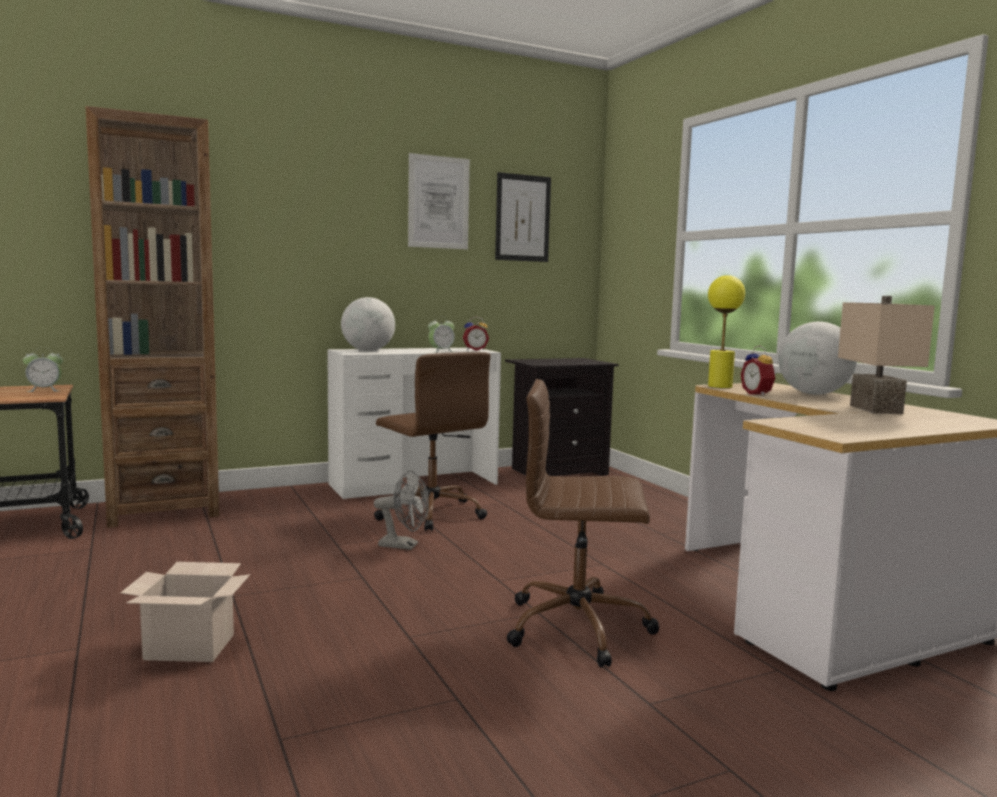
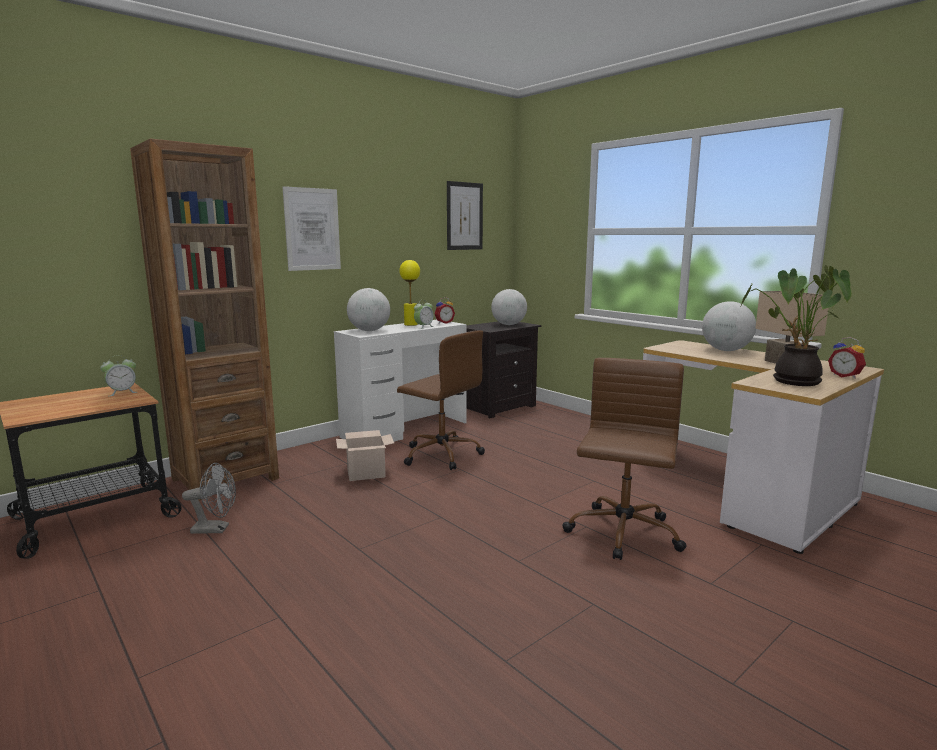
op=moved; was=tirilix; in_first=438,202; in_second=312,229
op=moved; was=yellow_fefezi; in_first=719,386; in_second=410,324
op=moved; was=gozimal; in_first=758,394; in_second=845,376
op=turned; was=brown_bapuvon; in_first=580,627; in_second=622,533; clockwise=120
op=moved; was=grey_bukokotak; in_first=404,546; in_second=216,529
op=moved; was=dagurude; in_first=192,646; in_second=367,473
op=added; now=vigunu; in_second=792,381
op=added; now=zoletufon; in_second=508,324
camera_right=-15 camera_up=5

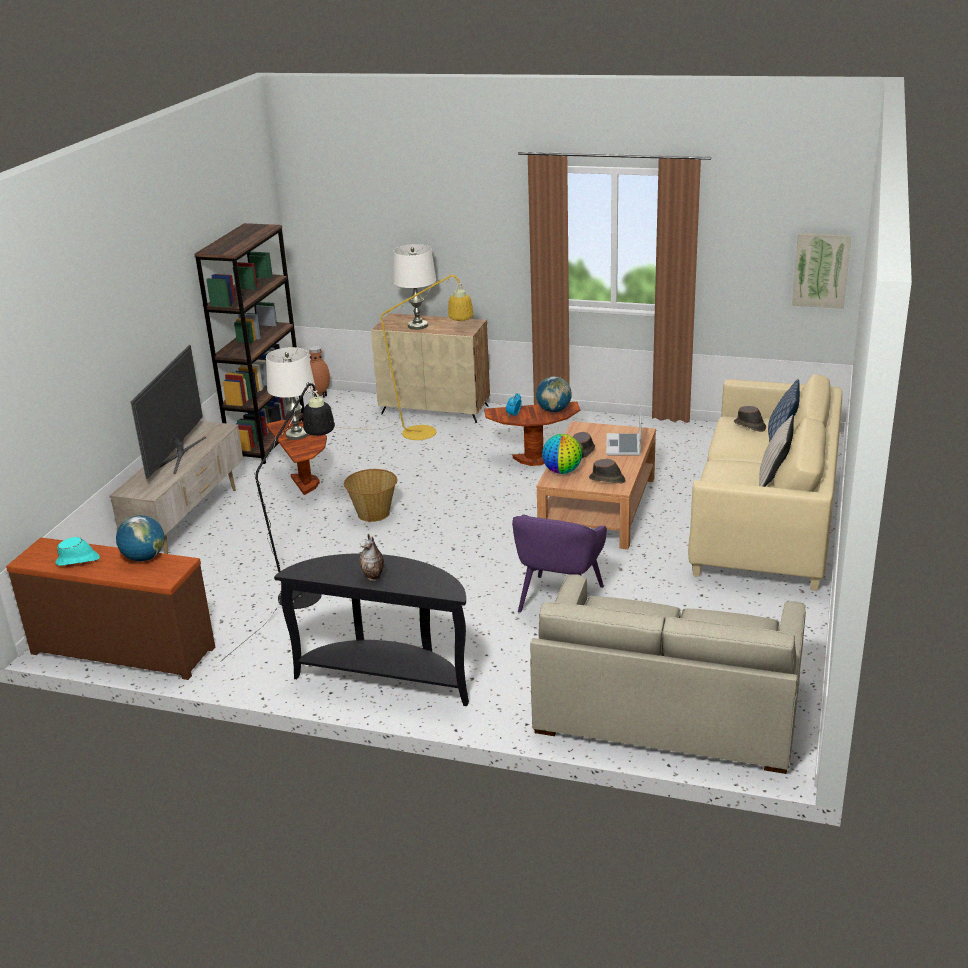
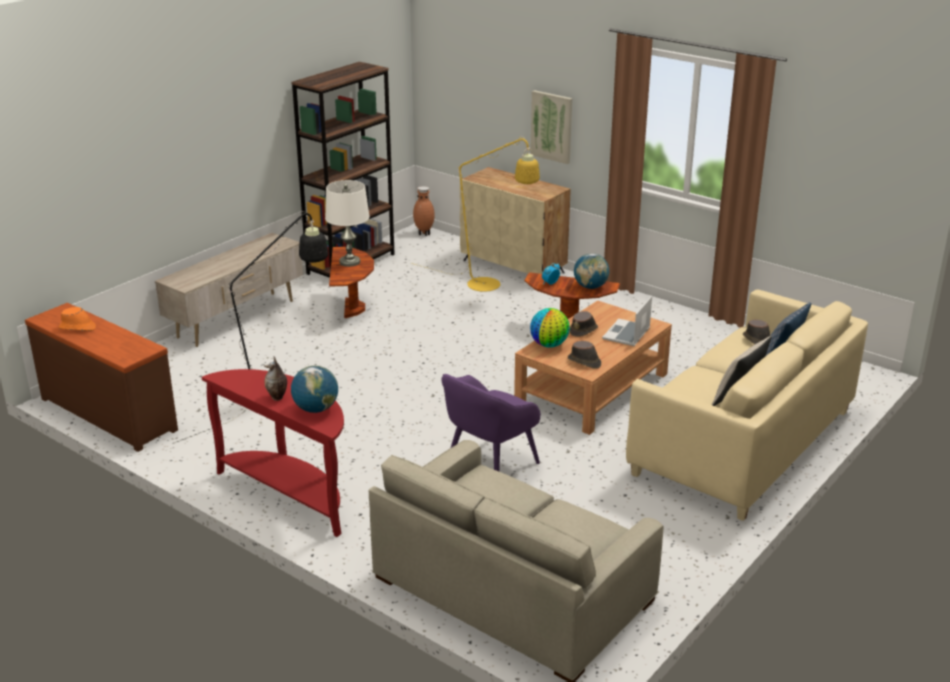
op=moved; was=tirilix; in_first=821,270; in_second=552,126
op=removed; was=white_fefezi; in_first=418,326
op=removed; was=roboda; in_first=178,454
op=removed; was=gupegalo; in_first=373,514
op=moved; was=zoletufon; in_first=144,558; in_second=316,409
op=recoloured; was=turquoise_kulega; now=orange_kulega; in_first=78,560; in_second=77,328
op=recoloured; was=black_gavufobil; now=red_gavufobil; in_first=387,677; in_second=291,493
camera_right=20 camera_up=0

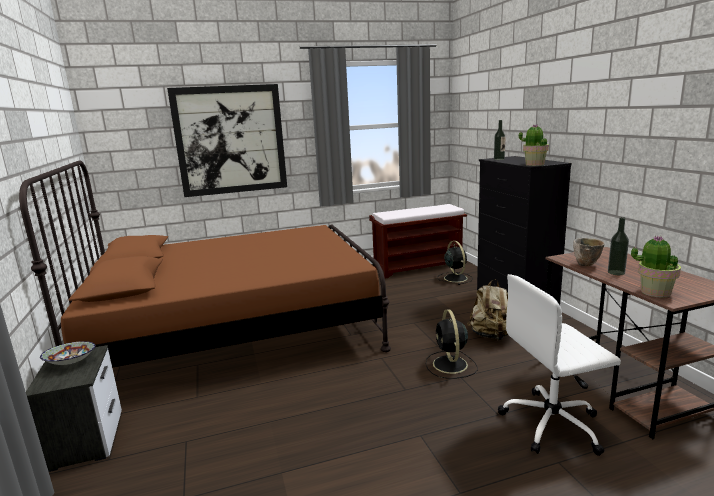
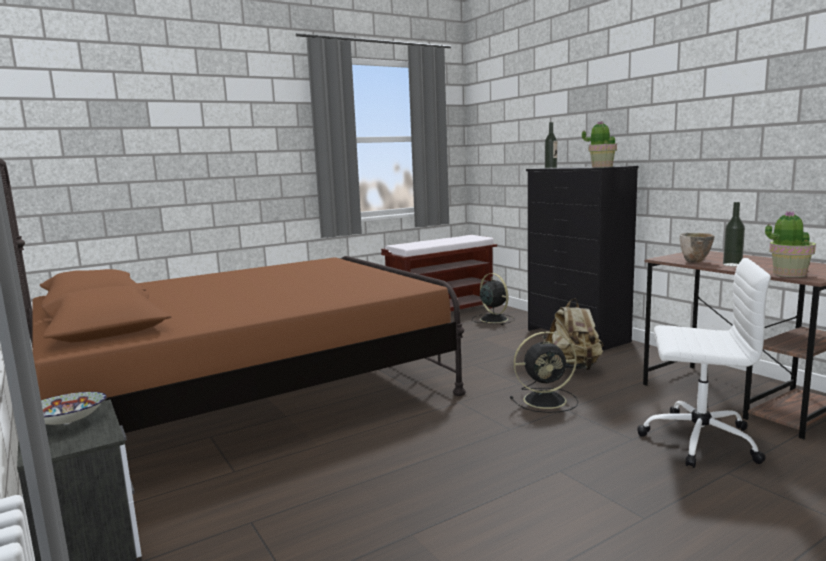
op=removed; was=tirilix; in_first=230,140
op=turned; was=white_bapuvon; in_first=553,424; in_second=697,439; clockwise=-135
op=turned; was=black_bukokotak; in_first=450,365; in_second=546,400; clockwise=-75
camera_right=-15 camera_up=-5

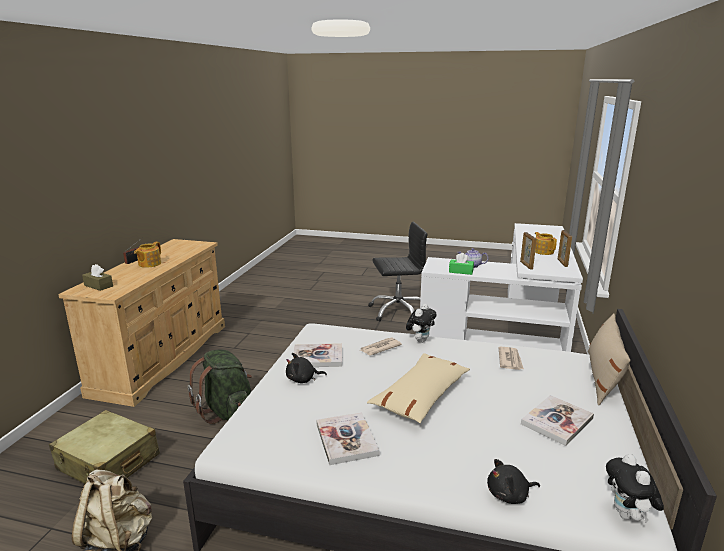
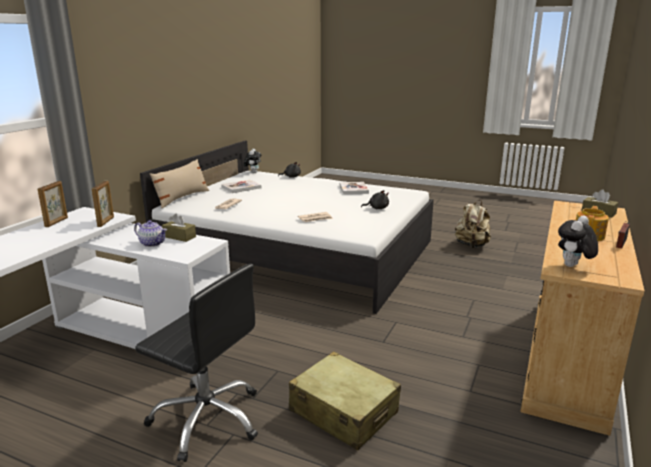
op=turned; was=black_bapuvon; in_first=398,311; in_second=207,418; clockwise=-150
op=removed; was=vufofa; in_first=543,251
op=recoloured; was=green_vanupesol; now=brown_vanupesol; in_first=461,271; in_second=179,237
op=moved; was=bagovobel; in_first=420,340; in_second=573,266
op=removed; was=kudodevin; in_first=317,357
op=removed; was=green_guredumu; in_first=227,412
op=removed; was=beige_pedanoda; in_first=421,396
op=moved; was=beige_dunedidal; in_first=108,462; in_second=343,412
camera_right=-170 camera_up=0

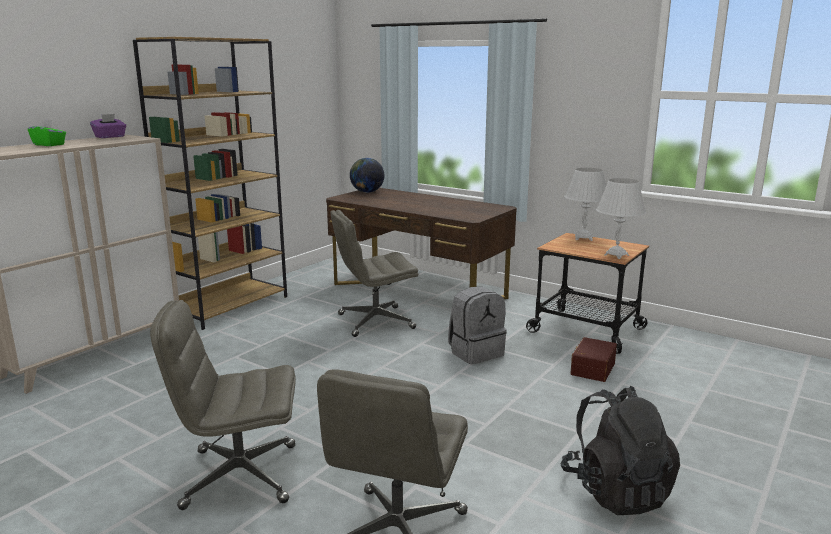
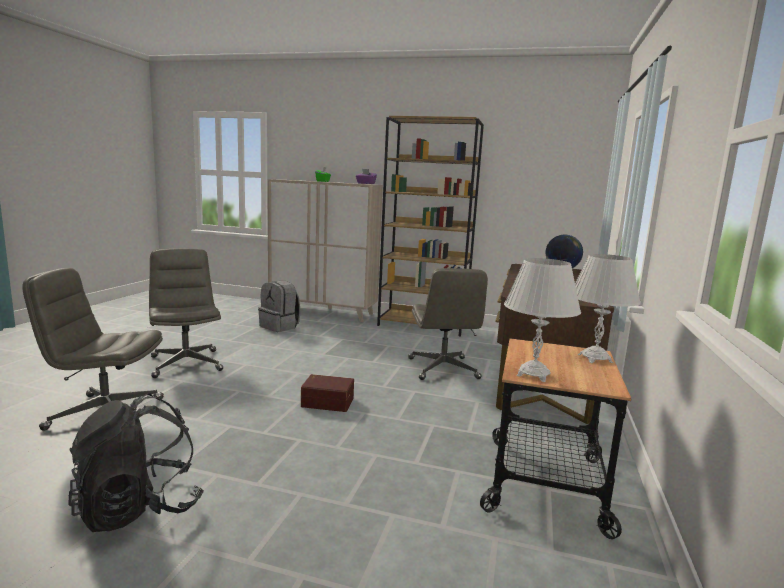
op=turned; was=grey_bapuvon; in_first=375,322; in_second=443,369; clockwise=-150
op=moved; was=grey_guredumu; in_first=475,352; in_second=280,326
op=moved; was=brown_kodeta; in_first=591,368; in_second=327,401
camera_right=70 camera_up=-5

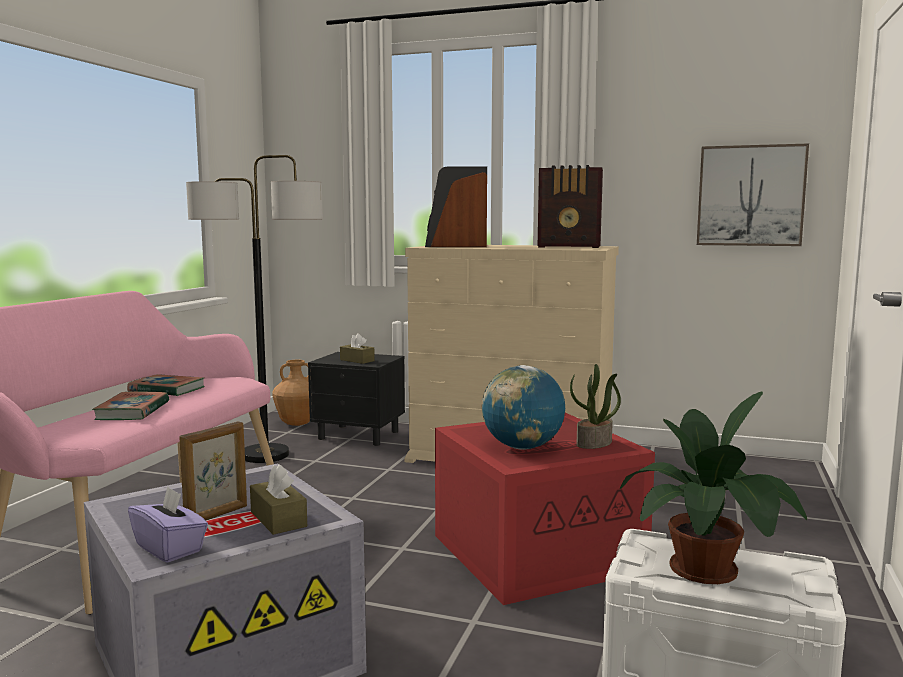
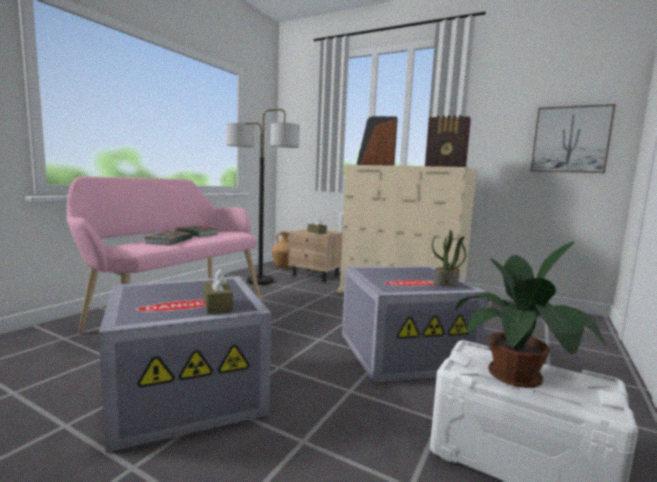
op=recoloured; was=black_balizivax; now=beige_balizivax; in_first=359,435; in_second=316,276
op=removed; was=zoletufon; in_first=522,447
op=recoloured; was=red_kodeta; now=grey_kodeta; in_first=537,551; in_second=404,351
op=removed; was=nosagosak; in_first=217,515
op=removed; was=purple_vanupesol; in_first=170,548
camera_right=10 camera_up=0

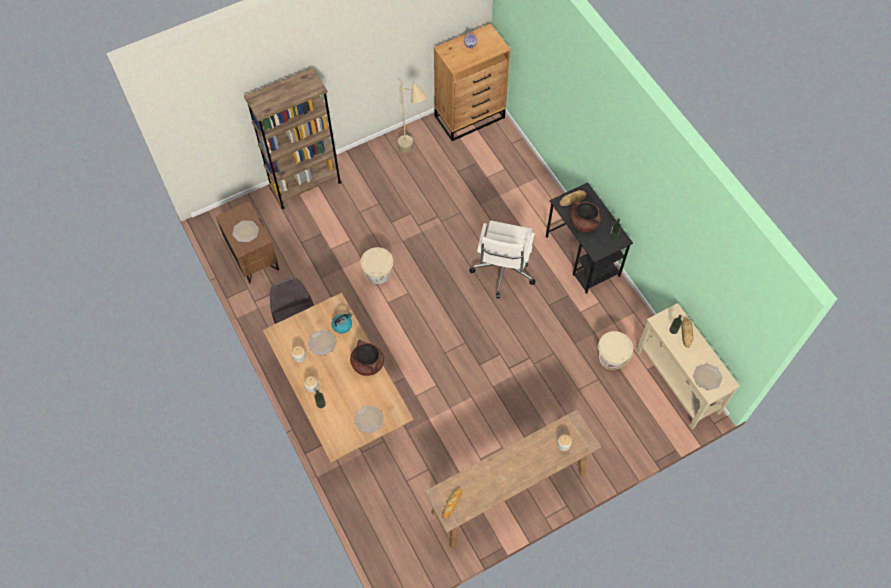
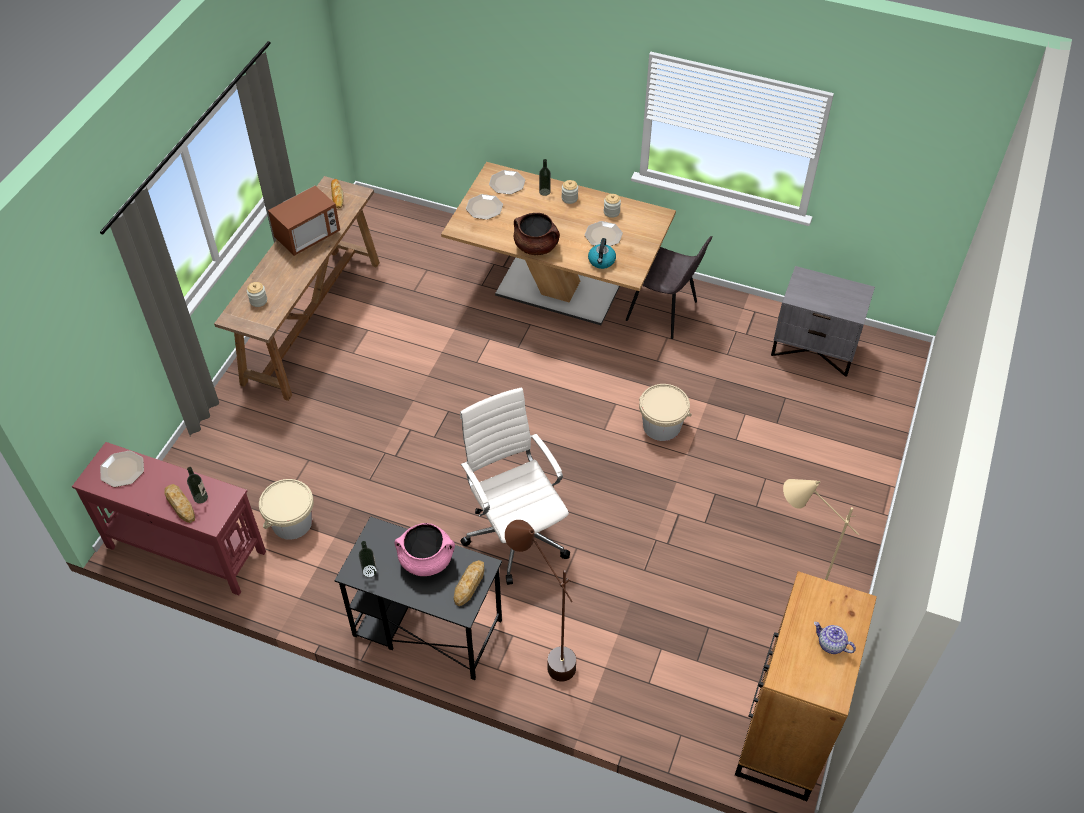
op=removed; was=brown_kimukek; in_first=305,185
op=recoloured; was=brown_balizivax; now=grey_balizivax; in_first=253,257; in_second=814,348
op=recoloured; was=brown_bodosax; now=pink_bodosax; in_first=583,223; in_second=426,560
op=moved; was=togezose; in_first=245,231; in_second=507,183
op=recoloured; was=beige_gavufobil; now=red_gavufobil; in_first=677,382; in_second=185,548
op=added; now=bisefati; in_second=308,236
op=added; now=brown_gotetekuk; in_second=543,654
camera_right=140 camera_up=-10

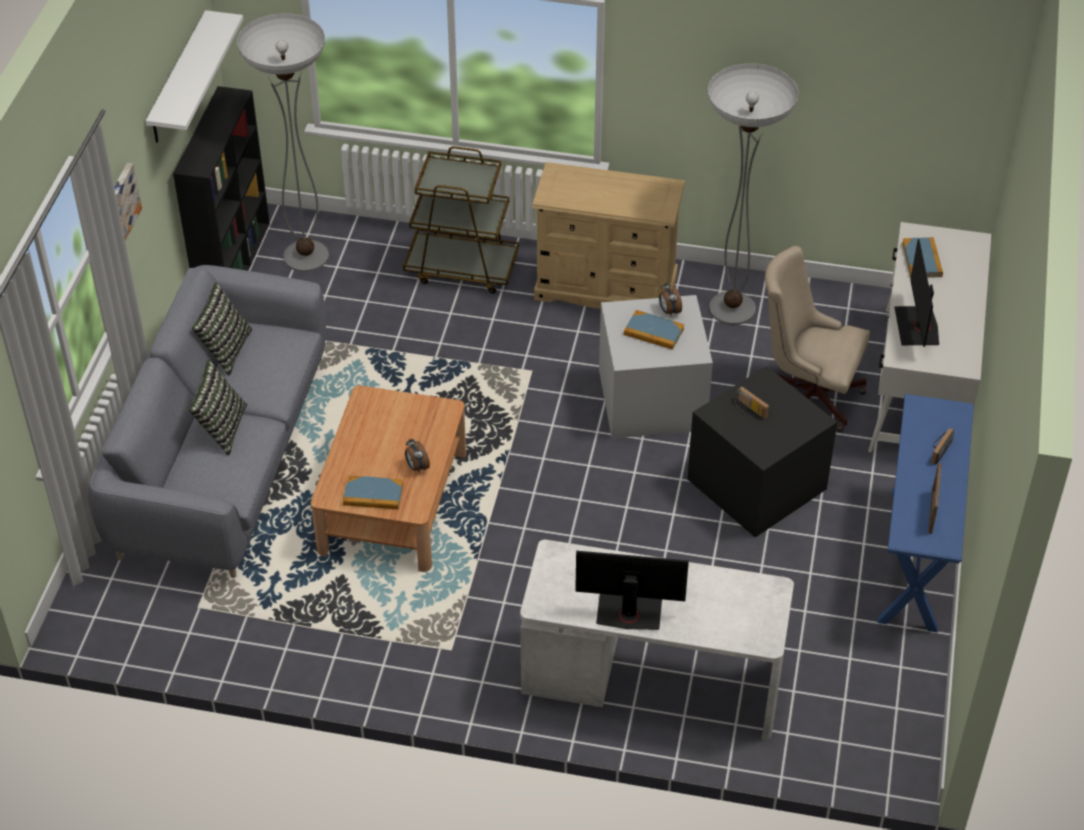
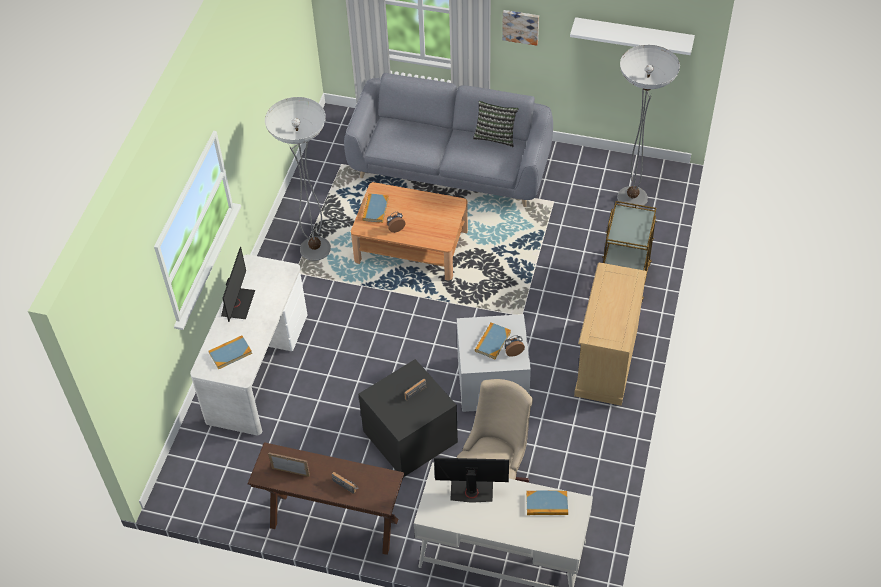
op=moved; was=gotetekuk; in_first=732,308; in_second=315,249
op=removed; was=black_kimukek; in_first=233,263
op=removed; was=pedanoda; in_first=221,428
op=recoloured; was=blue_gavufobil; now=brown_gavufobil; in_first=914,559; in_second=334,523
op=added; now=kudodevin; in_second=230,353
camera_right=95 camera_up=5

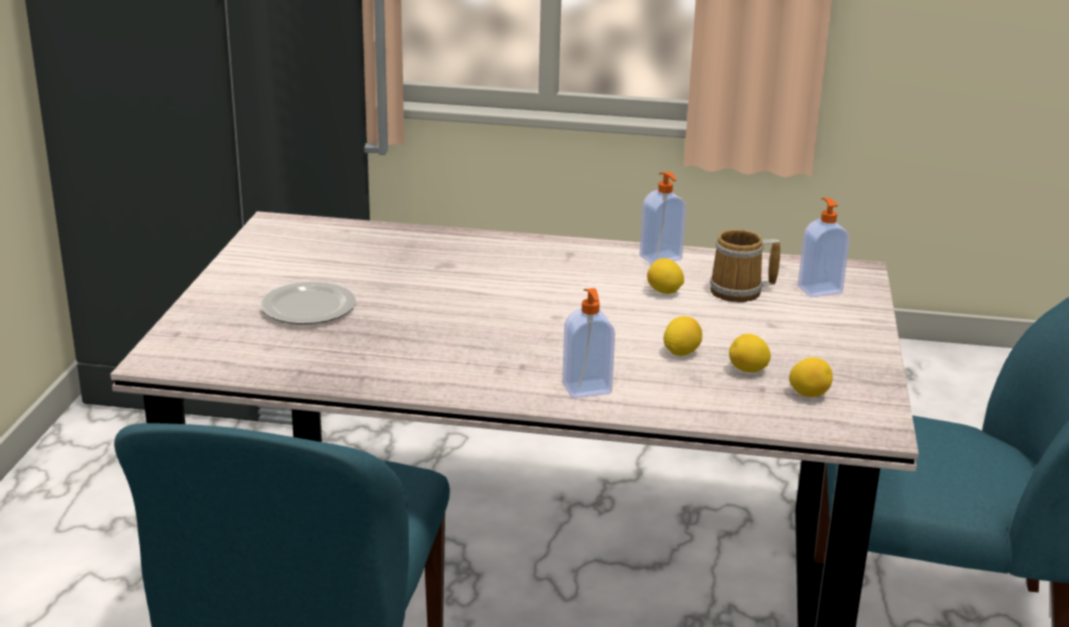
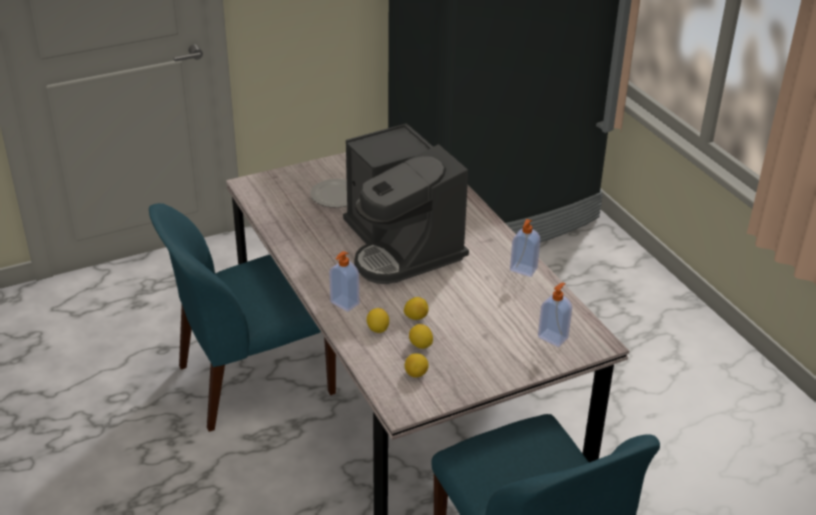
op=removed; was=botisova; in_first=740,292
op=moved; was=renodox; in_first=664,292; in_second=378,329
op=added; now=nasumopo; in_second=401,246
camera_right=55 camera_up=10

